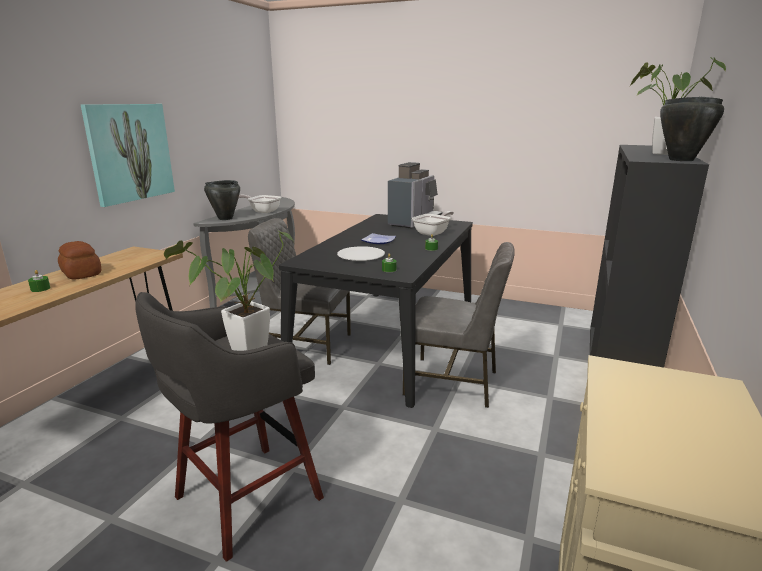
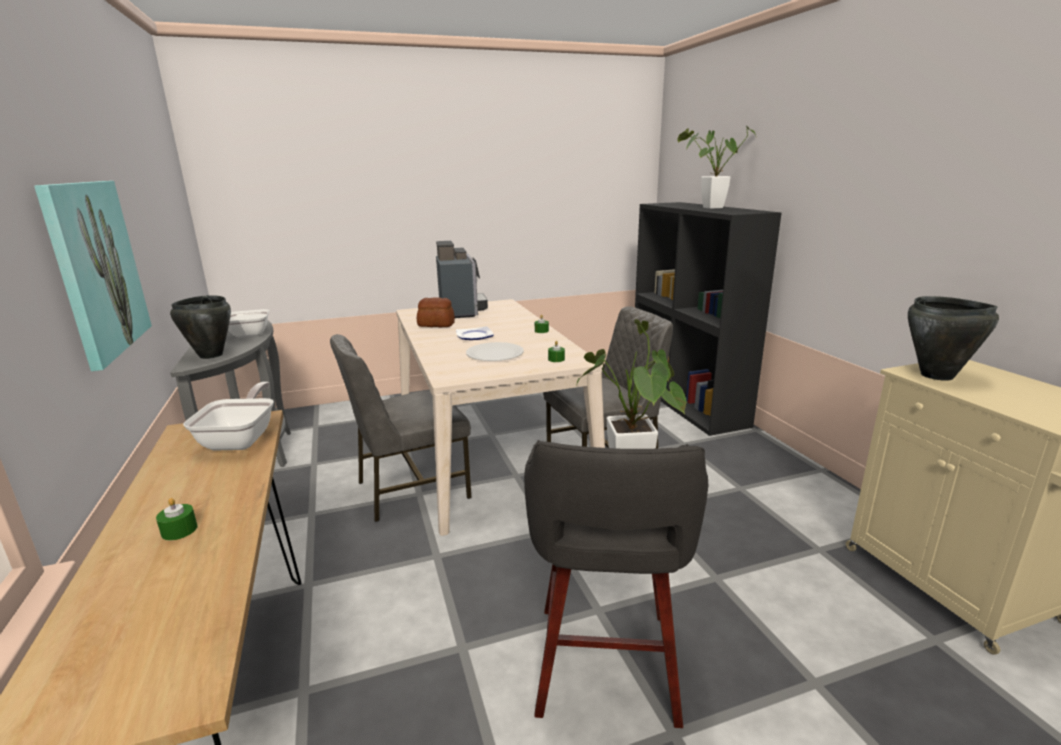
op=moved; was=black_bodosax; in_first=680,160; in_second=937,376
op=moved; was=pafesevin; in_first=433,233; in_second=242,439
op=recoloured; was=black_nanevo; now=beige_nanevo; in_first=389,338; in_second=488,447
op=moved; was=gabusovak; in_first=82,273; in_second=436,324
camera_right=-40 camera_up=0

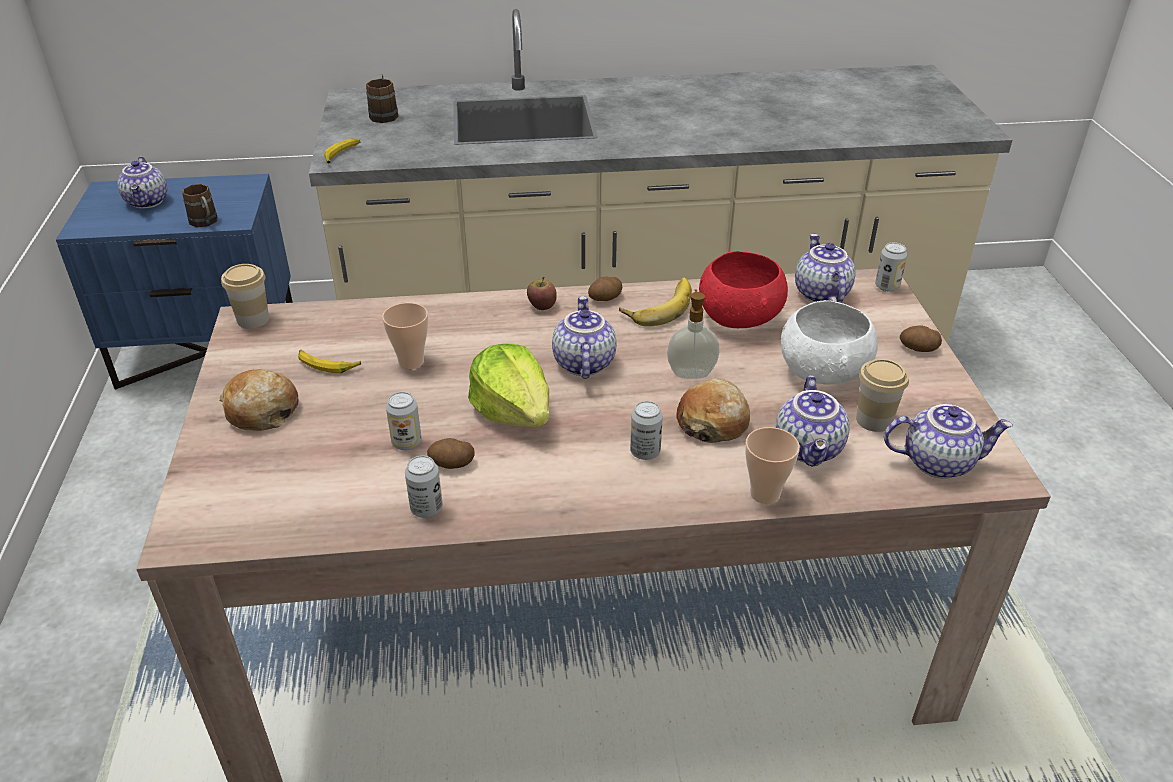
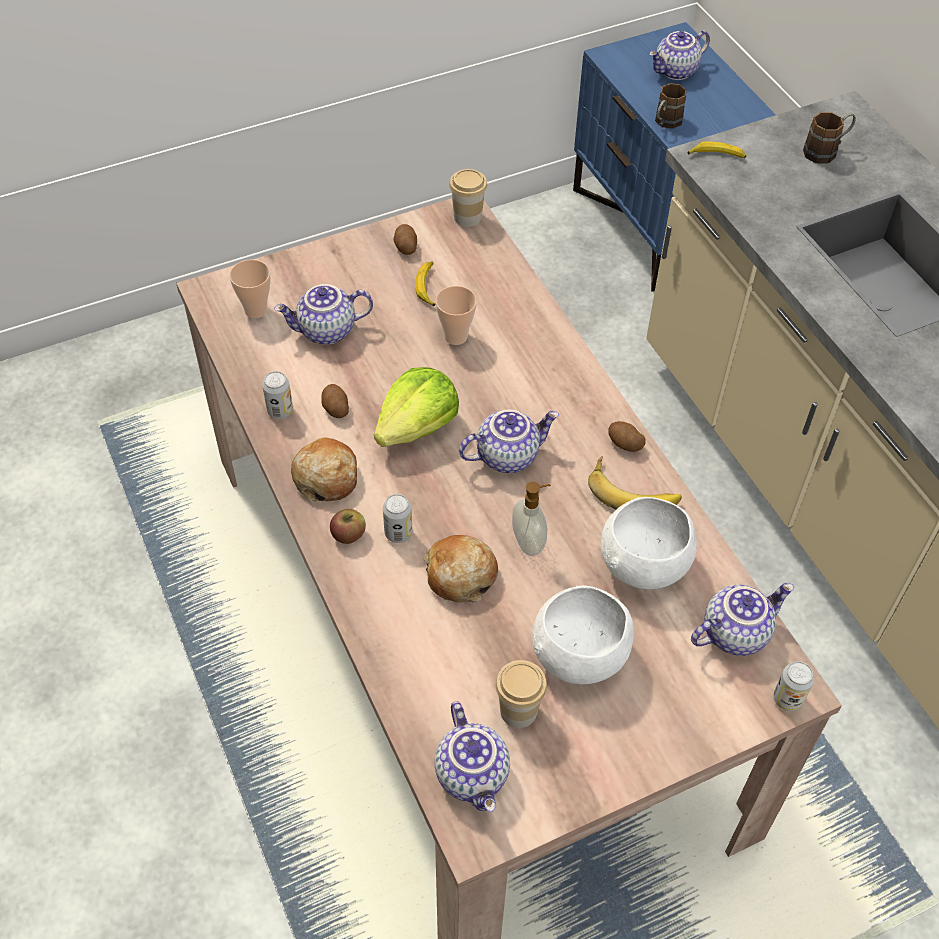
op=recoloured; was=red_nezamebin; now=white_nezamebin; in_first=740,319; in_second=643,565
op=moved; was=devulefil; in_first=542,305; in_second=348,534
op=moved; was=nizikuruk; in_first=918,349; in_second=405,247
op=moved; was=gabusovak; in_first=261,411; in_second=326,477
op=moved; was=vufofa; in_first=810,449; in_second=326,331
op=removed; was=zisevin; in_first=406,442
op=moved; was=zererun; in_first=765,494; in_second=256,310
camera_right=70 camera_up=15

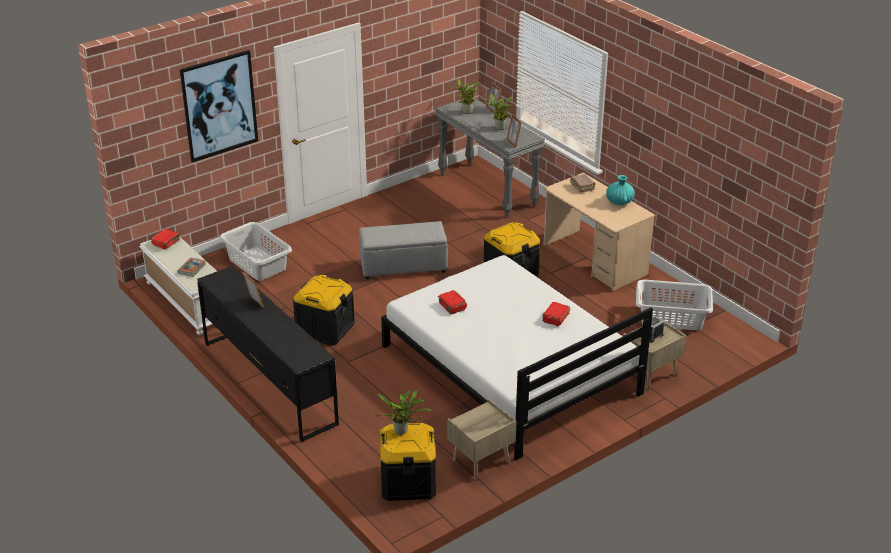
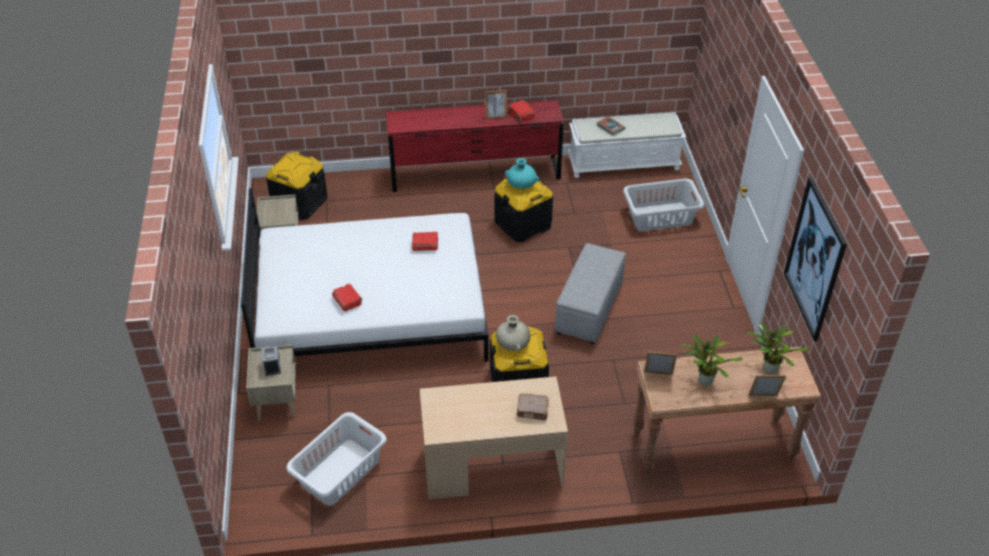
op=moved; was=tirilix; in_first=219,106; in_second=814,259
op=recoloured; was=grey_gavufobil; now=brown_gavufobil; in_first=488,190; in_second=712,447
op=moved; was=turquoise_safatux; in_first=619,202; in_second=521,184
op=moved; was=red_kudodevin; in_first=166,243; in_second=521,115
op=recoloured; was=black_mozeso; now=red_mozeso; in_first=269,382; in_second=475,174
op=removed; was=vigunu; in_first=402,432
op=added; now=beige_safatux; in_second=512,343
camera_right=120 camera_up=10

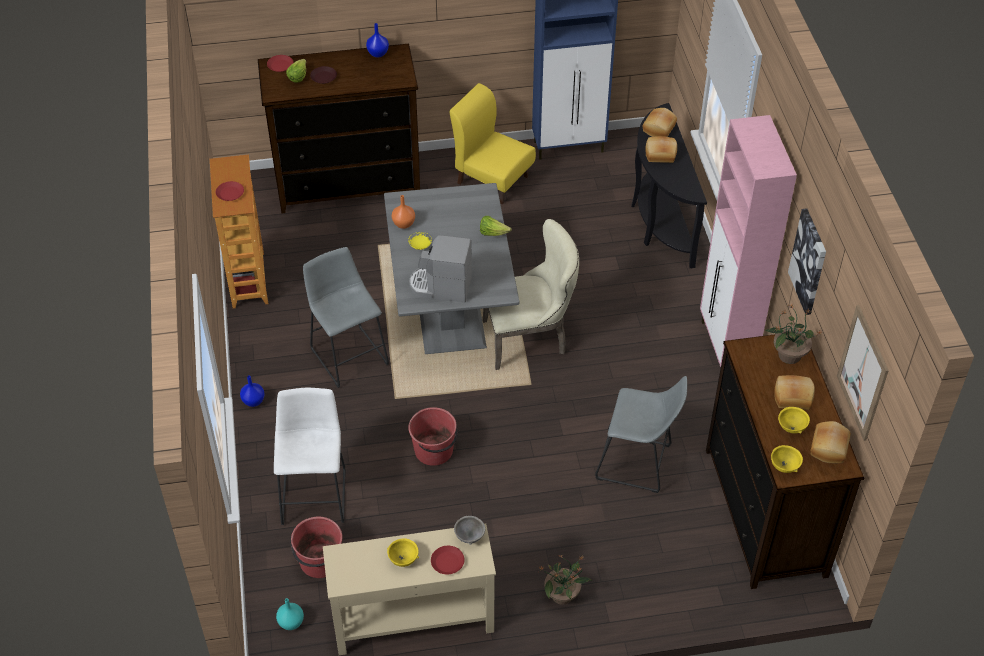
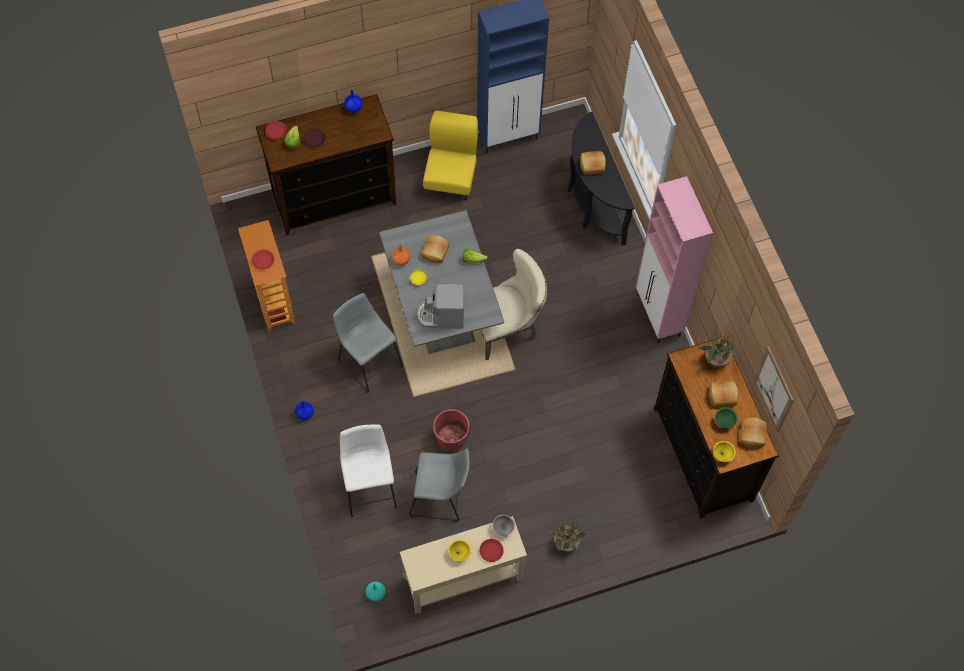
op=turned; was=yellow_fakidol; in_first=492,179; in_second=451,178; clockwise=75
op=moved; was=gabusovak; in_first=659,129; in_second=436,252
op=removed; was=tirilix; in_first=809,261
op=moved; was=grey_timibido; in_first=638,464; in_second=441,497
op=recoloured; was=yellow_nezamebin; now=green_nezamebin; in_first=791,428; in_second=724,422
op=removed; was=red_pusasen; in_first=319,561
camera_right=-10 camera_up=15

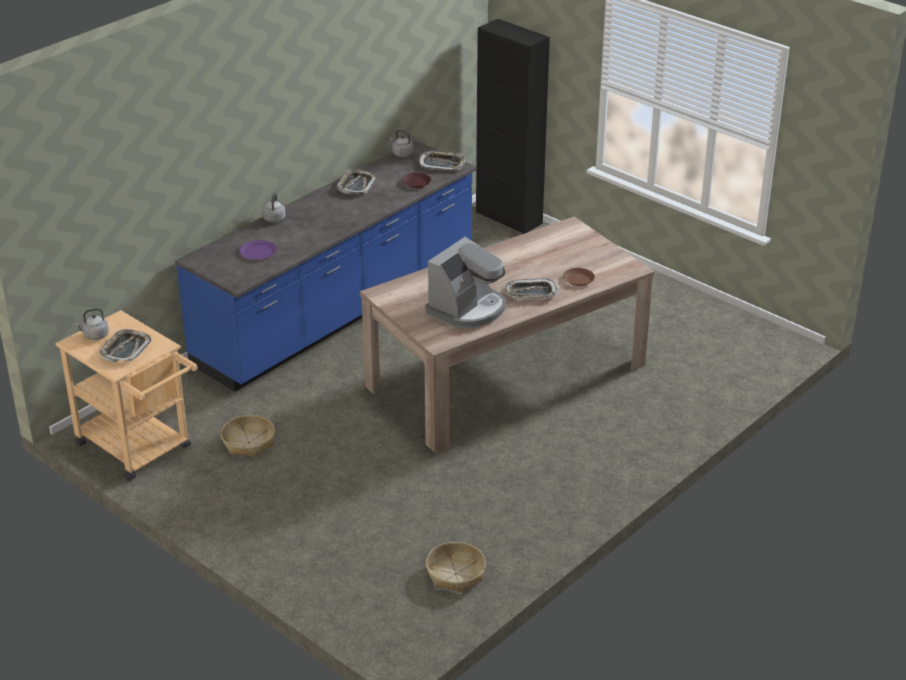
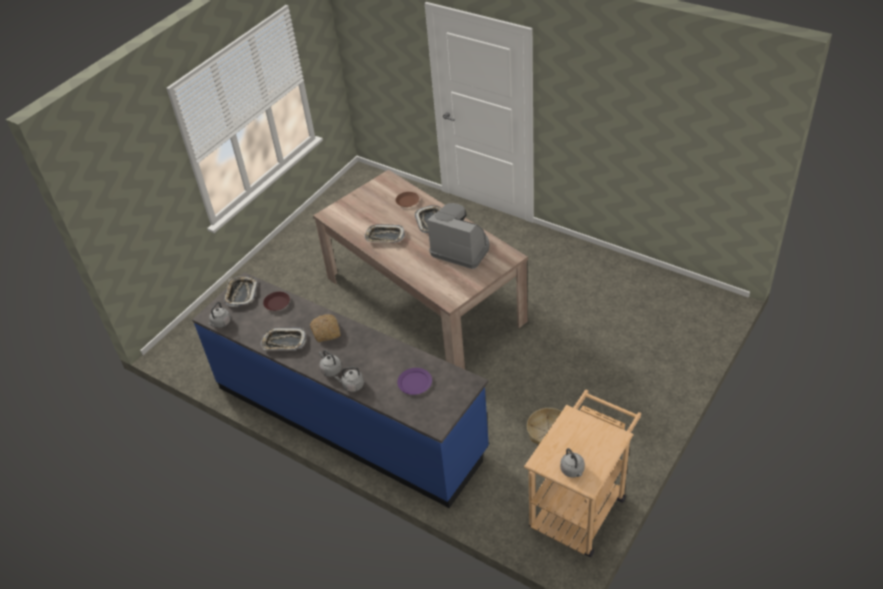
op=removed; was=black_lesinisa; in_first=509,218
op=moved; was=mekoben; in_first=125,349; in_second=384,236
op=removed; was=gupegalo; in_first=456,574
op=added; now=gabusovak; in_second=326,331
op=added; now=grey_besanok; in_second=330,369
camera_right=-95 camera_up=10

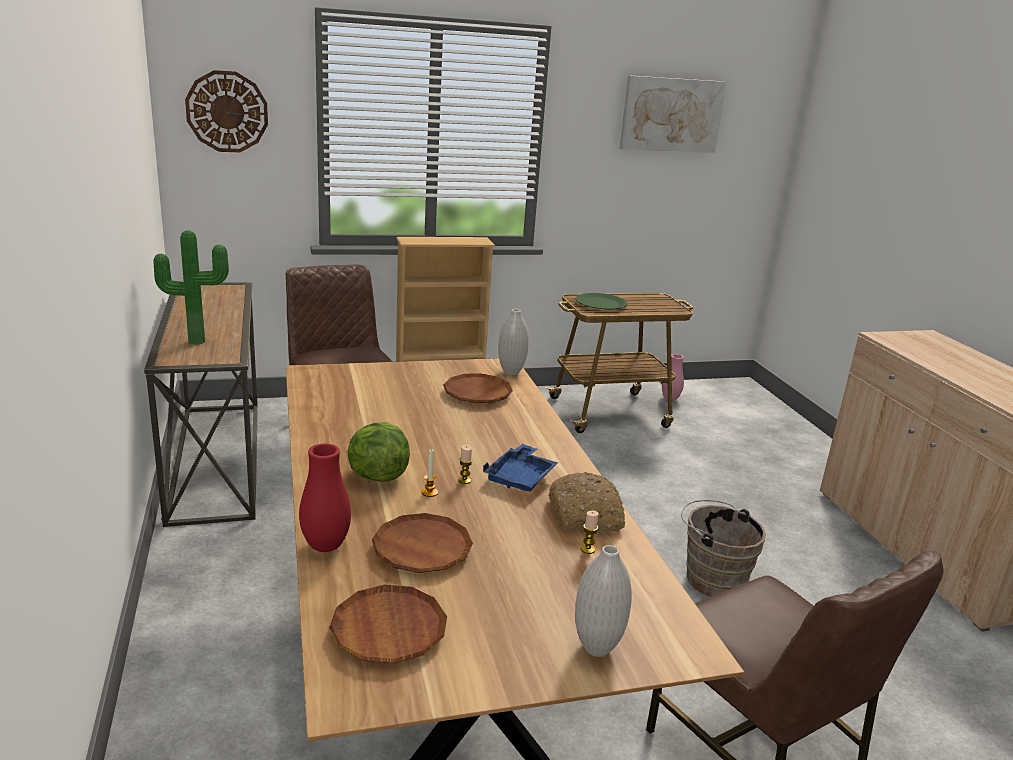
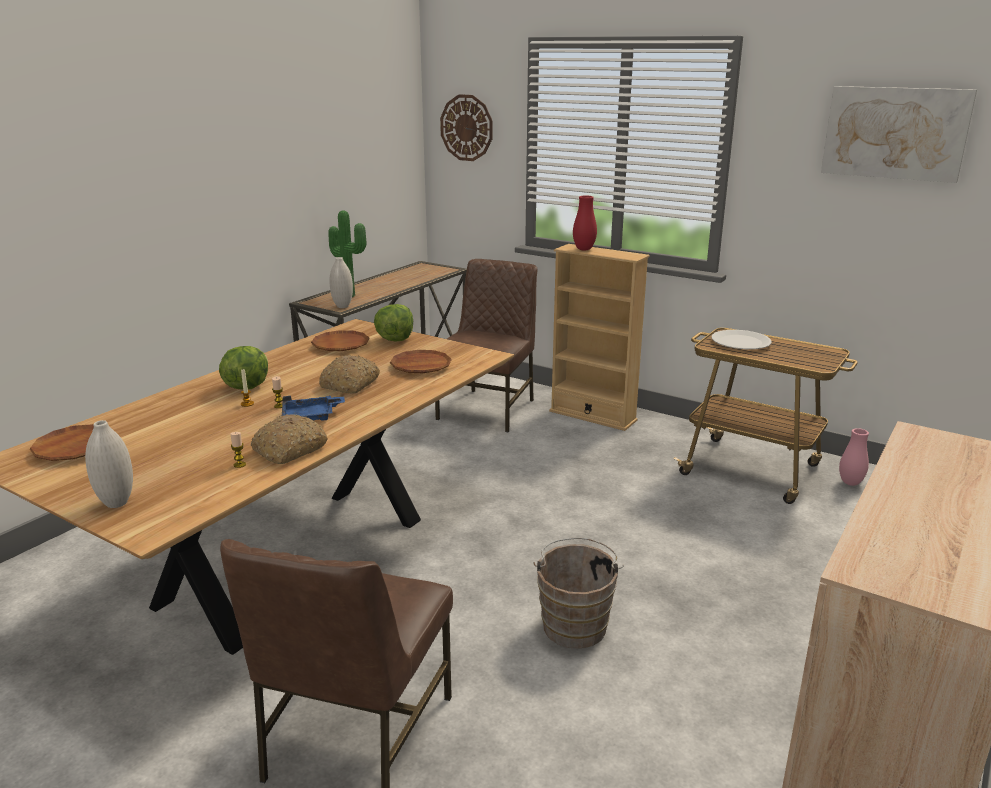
op=recoloured; was=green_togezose; now=white_togezose; in_first=600,303; in_second=740,342
op=moved; was=white_safatux; in_first=511,372; in_second=342,306
op=moved; was=red_safatux; in_first=325,546; in_second=584,249
op=moved; was=brown_togezose; in_first=422,549; in_second=340,345
op=added; now=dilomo; in_second=395,339
op=added; now=gabusovak; in_second=350,384
camera_right=50 camera_up=0

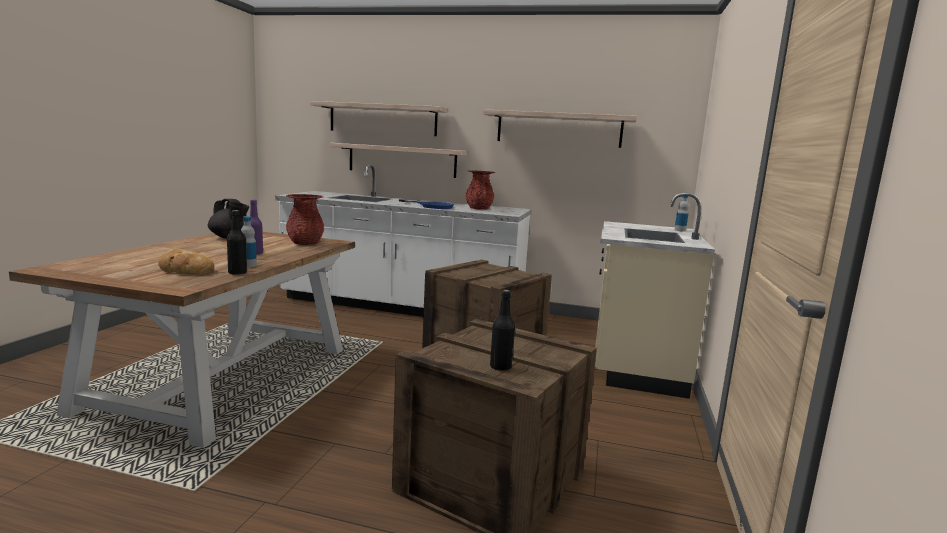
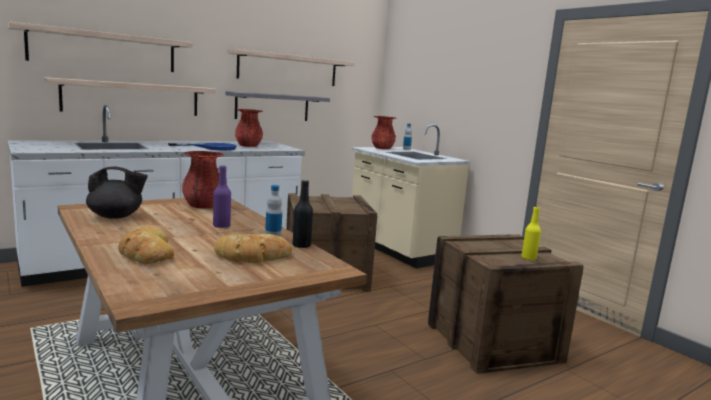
op=recoloured; was=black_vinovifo; now=yellow_vinovifo; in_first=500,367; in_second=528,258
op=added; now=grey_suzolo; in_second=272,107
op=added; now=red_safatux; in_second=382,148
op=added; now=gabusovak; in_second=146,253
camera_right=-50 camera_up=0

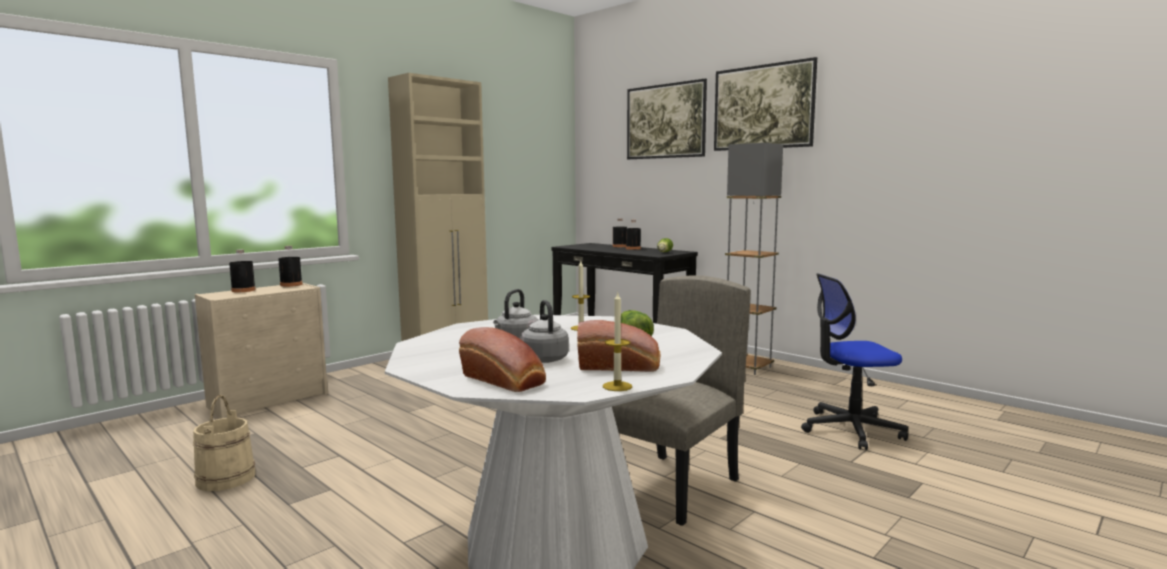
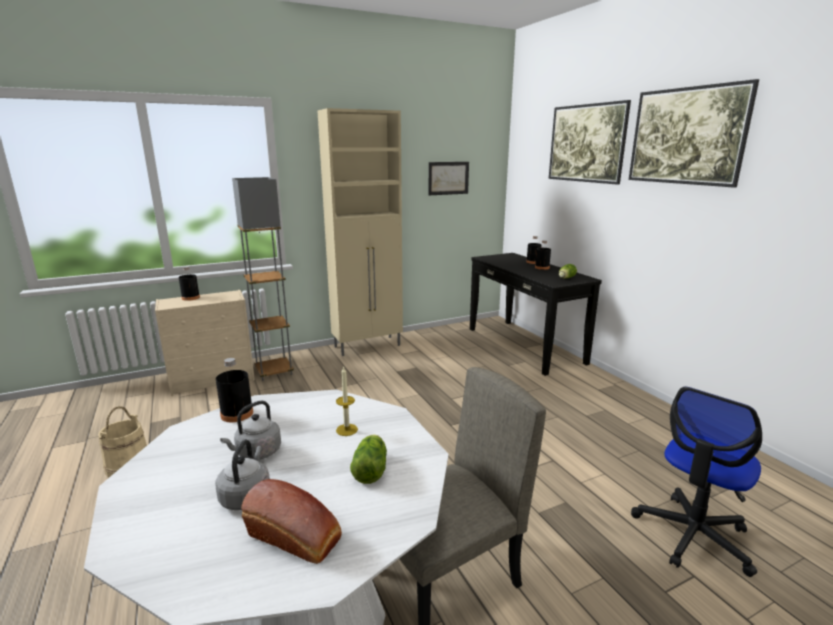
op=moved; was=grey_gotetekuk; in_first=747,368; in_second=274,372
op=moved; was=black_vinovifo; in_first=291,285; in_second=237,414
op=turned; was=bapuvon; in_first=850,429; in_second=692,535; clockwise=-60
op=removed; was=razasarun; in_first=617,386
op=removed; was=gabusovak; in_first=505,380
op=added; now=tirilix; in_second=448,178
camera_right=20 camera_up=10

